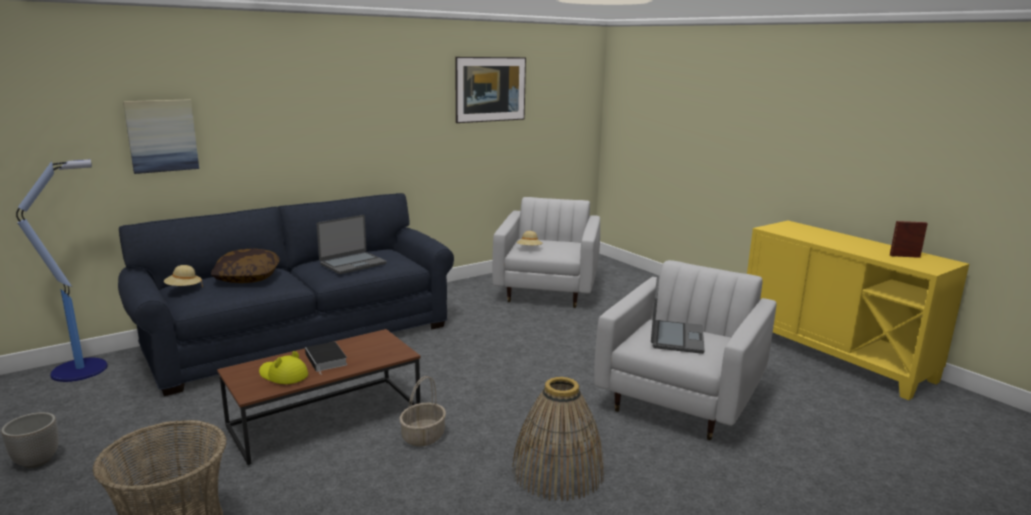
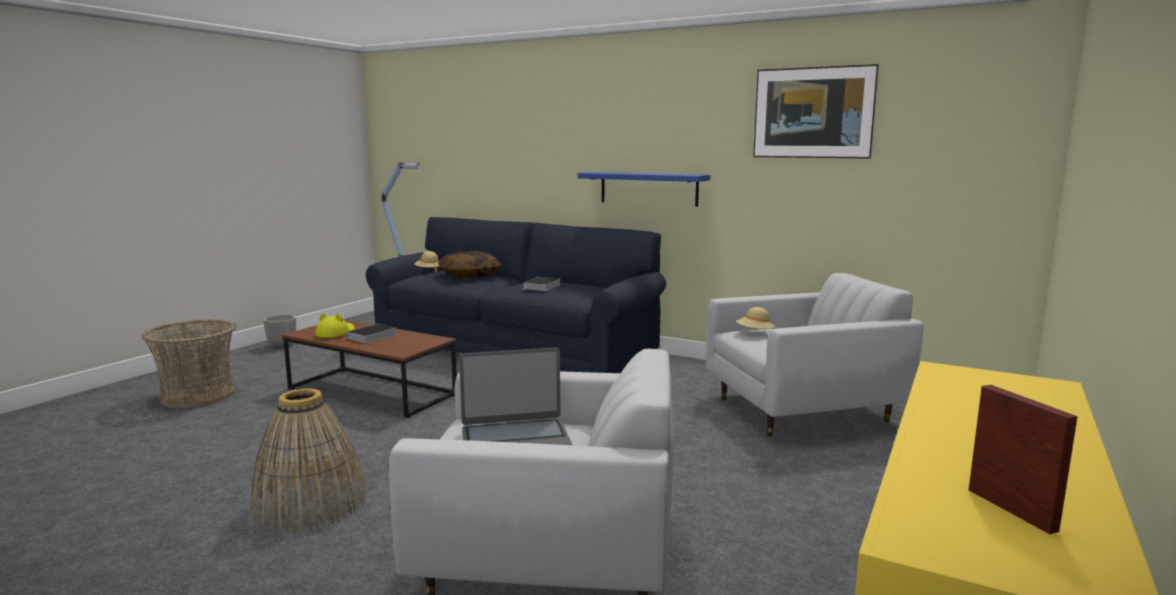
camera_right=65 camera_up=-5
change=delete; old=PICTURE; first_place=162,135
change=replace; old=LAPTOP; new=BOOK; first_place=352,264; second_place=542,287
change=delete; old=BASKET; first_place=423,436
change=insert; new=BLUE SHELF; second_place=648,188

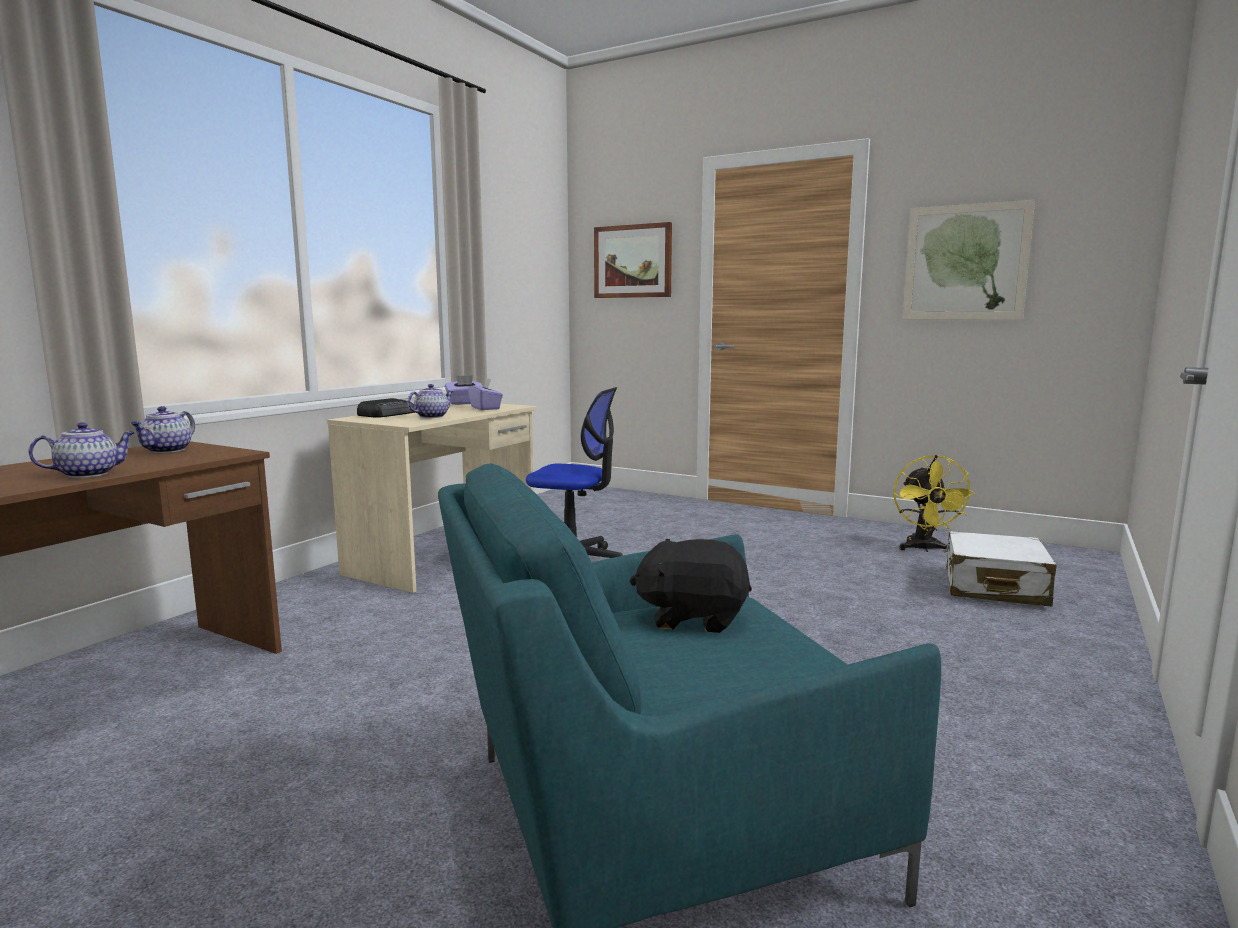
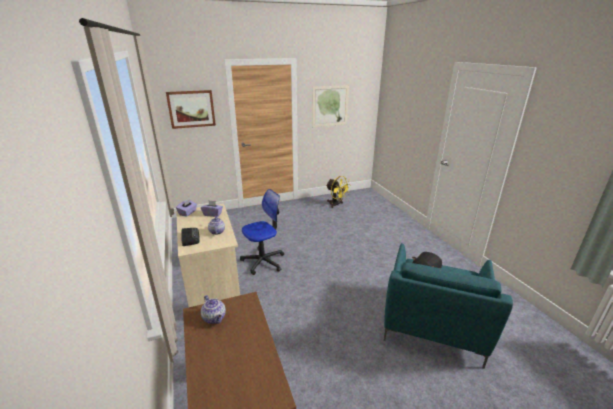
camera_right=-50 camera_up=15
change=delete; old=TEAPOT; first_place=89,474
change=delete; old=WHITE SUITCASE; first_place=994,587

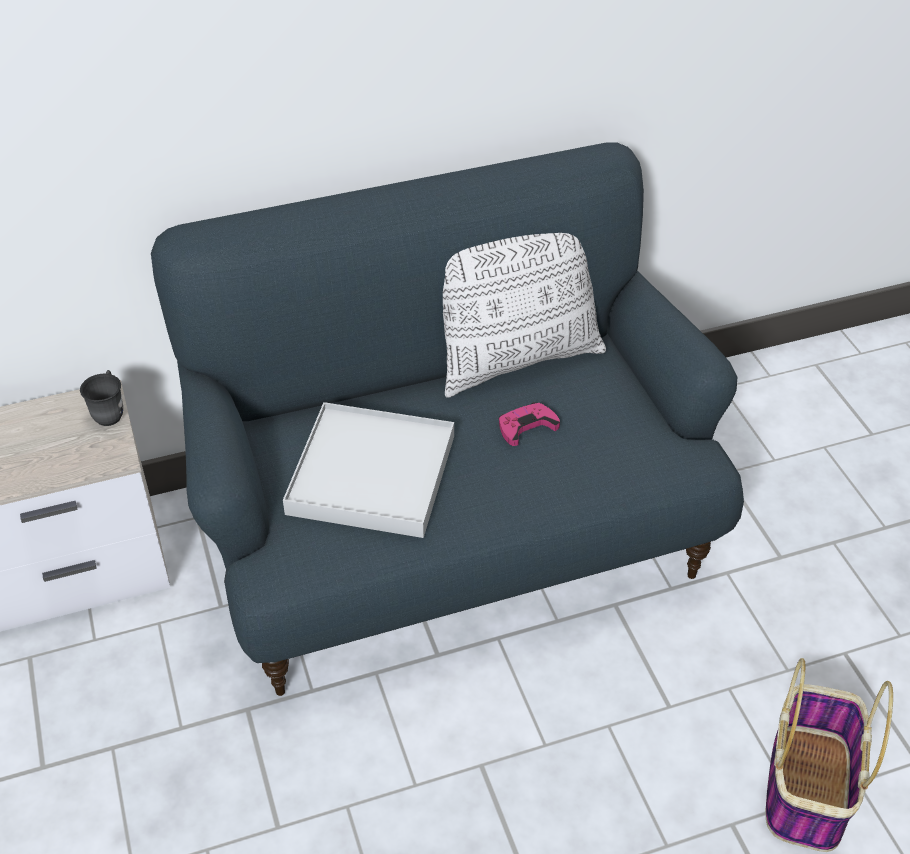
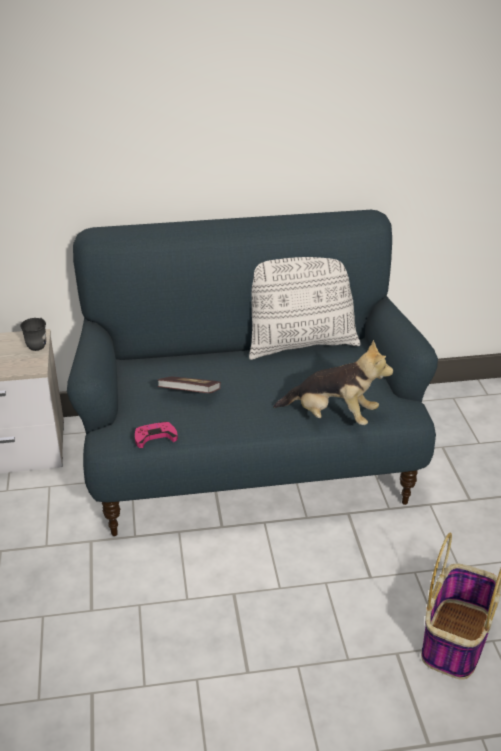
camera_right=10 camera_up=-10
change=replace; old=WHITE TRAY; new=BOOK; first_place=372,475; second_place=189,394
change=move; old=PINK GAME CONTROLLER; first_place=526,426; second_place=155,437
change=insert; new=PLUSH TOY; second_place=332,416

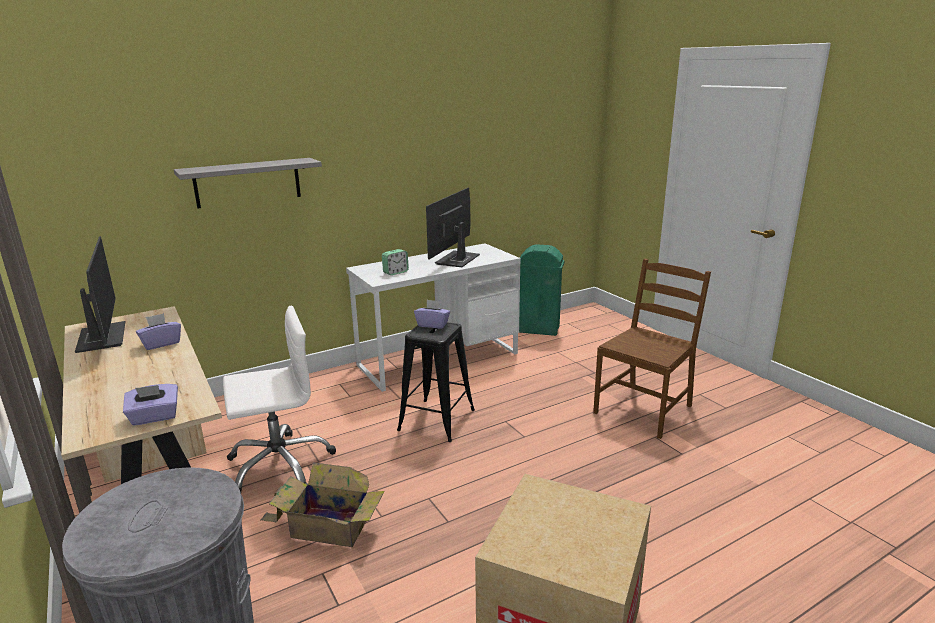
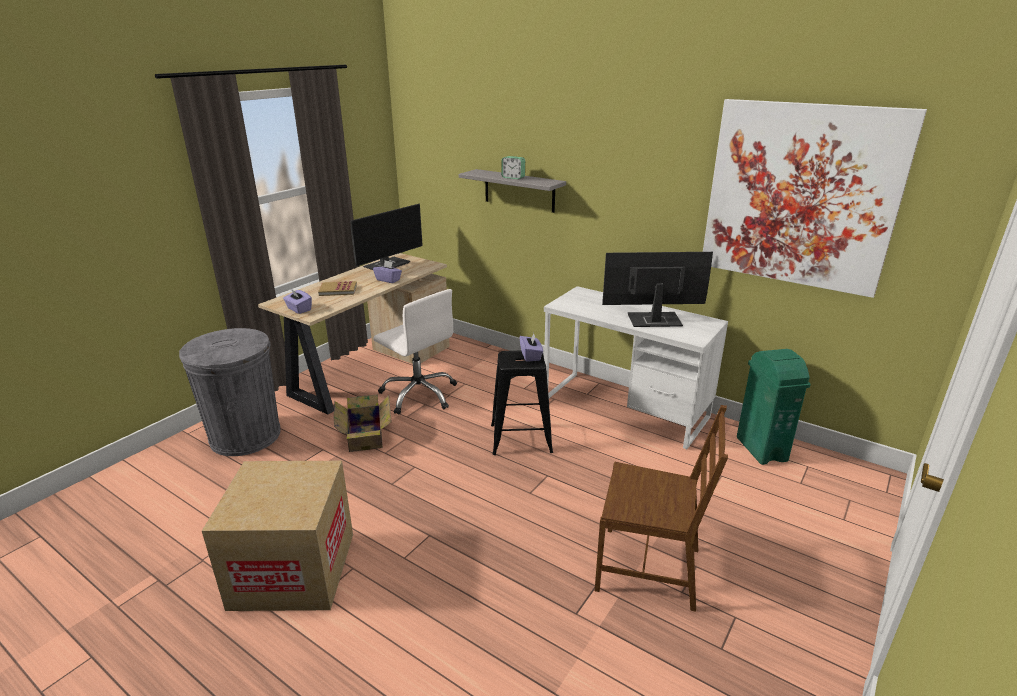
camera_right=65 camera_up=5
change=move; old=ALARM CLOCK; first_place=395,272; second_place=513,177
change=insert; new=BOOK; second_place=338,290
change=insert; new=PICTURE; second_place=800,196

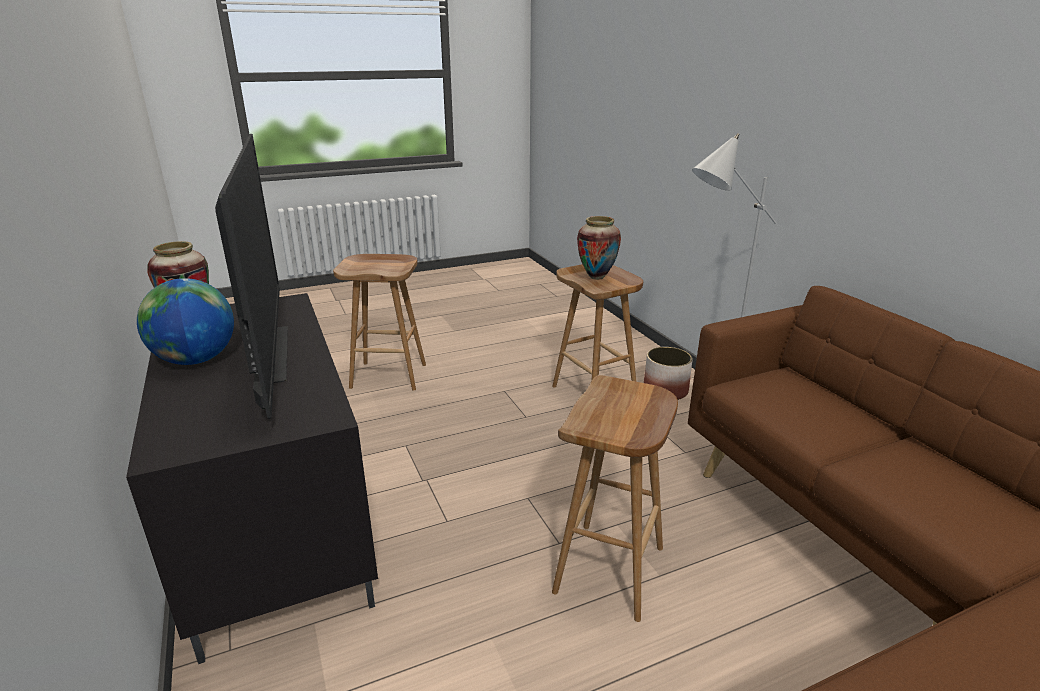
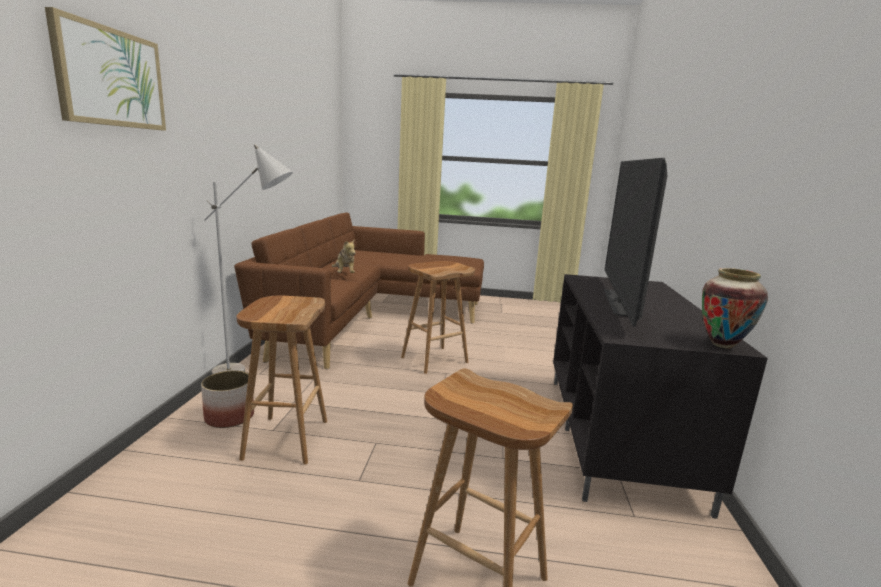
camera_right=-150 camera_up=-10
change=delete; old=GLOBE; first_place=196,360
change=delete; old=VASE; first_place=596,277
change=insert; new=PICTURE; second_place=111,78
change=insert; new=PLUSH TOY; second_place=344,274

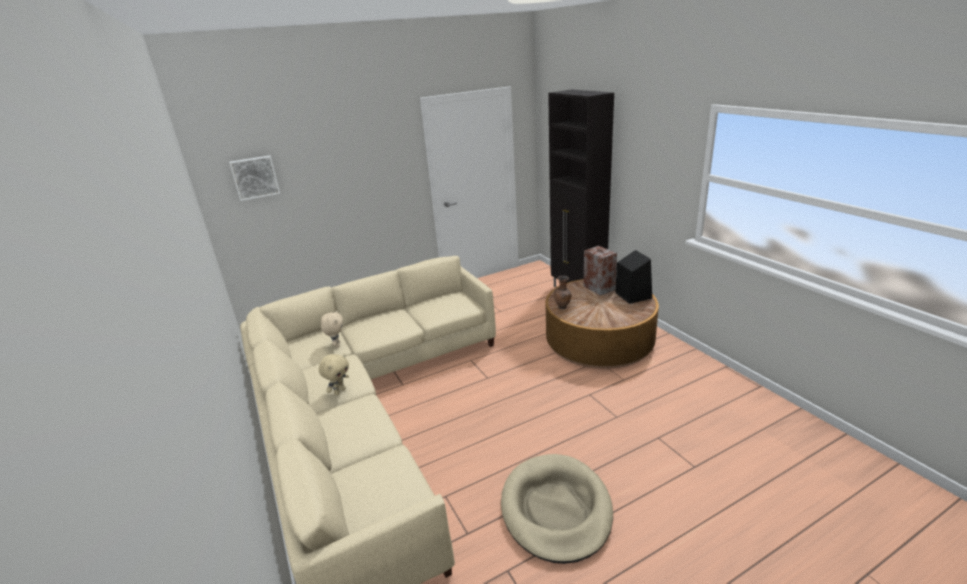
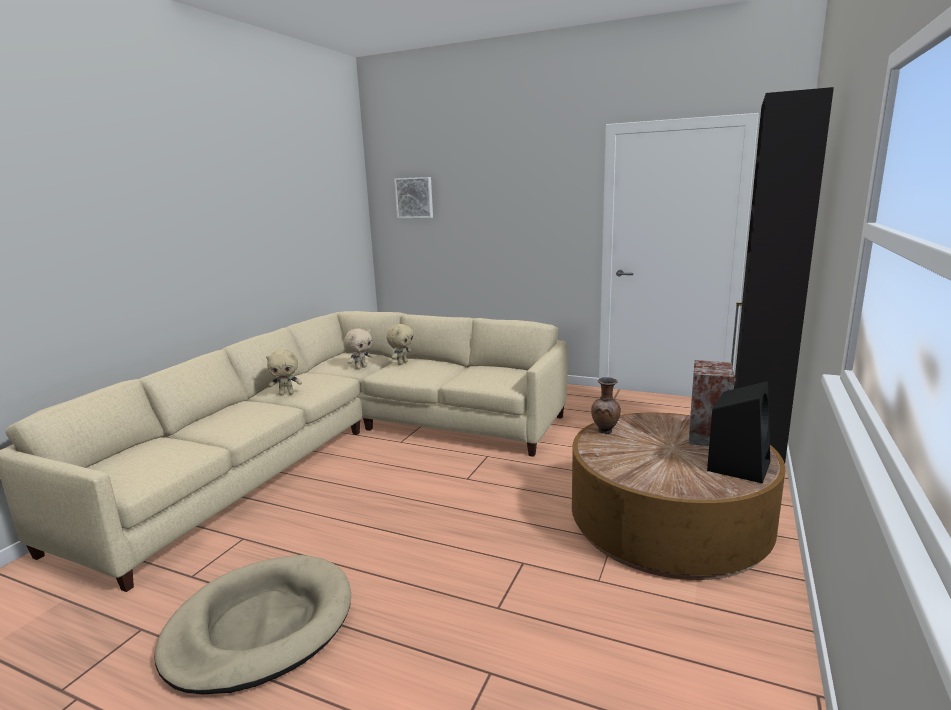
camera_right=50 camera_up=-10
change=insert; new=BEIGE PLUSH TOY; second_place=402,363

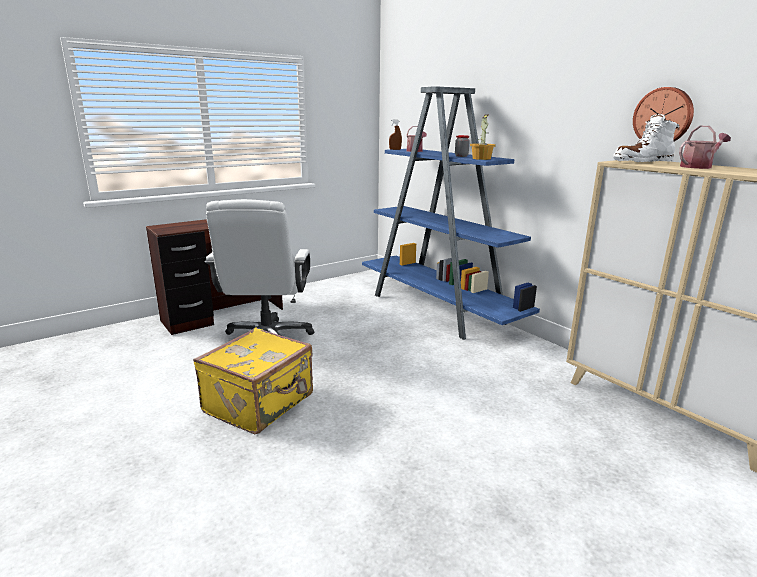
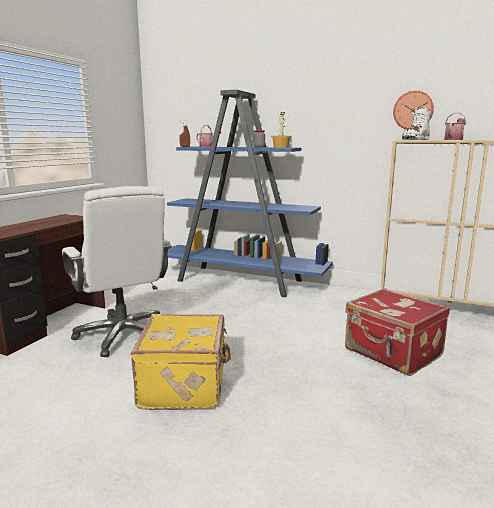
camera_right=-30 camera_up=-5
change=insert; new=RED SUITCASE; second_place=392,353

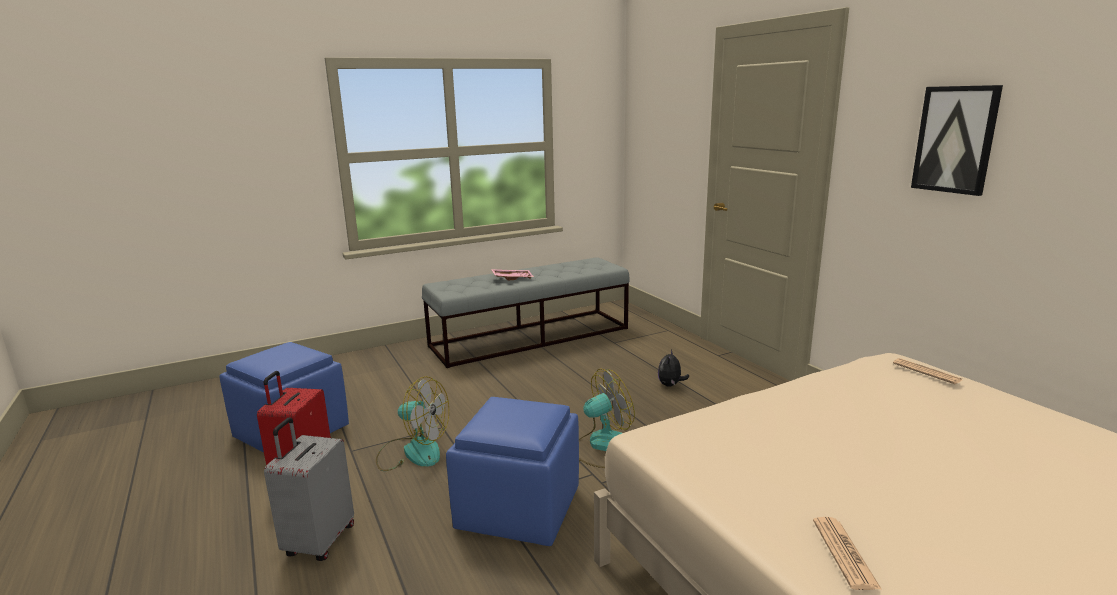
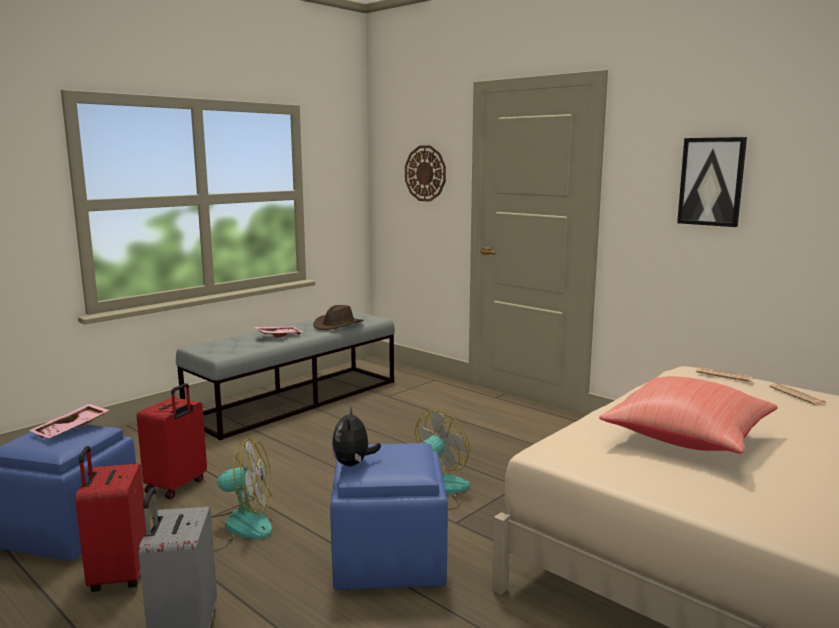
camera_right=-20 camera_up=-5
change=move; old=PLUSH TOY; first_place=670,385; second_place=353,464
change=move; old=NEWSPAPER; first_place=844,553; second_place=797,395
change=insert; new=PINK TRAY; second_place=72,429
change=insert; new=RED SUITCASE; second_place=177,486
change=insert; new=BROWN HAT; second_place=338,325
change=insert; new=WALL CLOCK; second_place=425,173
change=insert; new=RED PILLOW; second_place=688,439

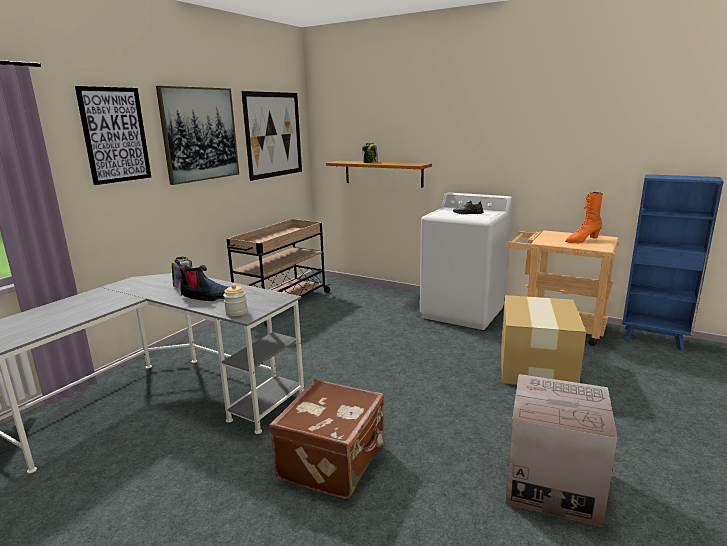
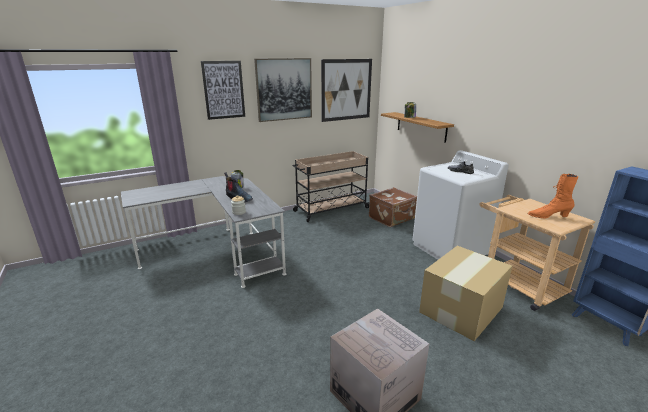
camera_right=30 camera_up=5
change=move; old=BROWN SUITCASE; first_place=334,461; second_place=392,218

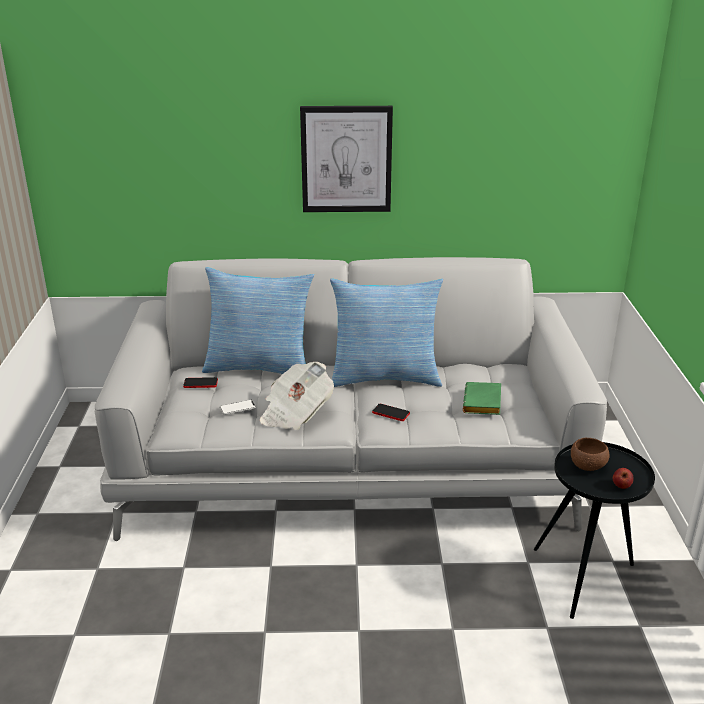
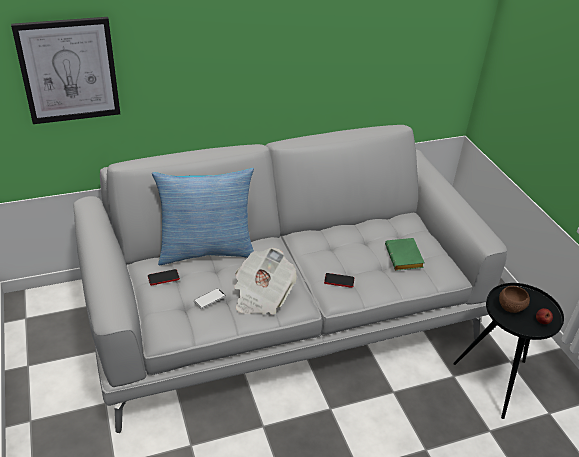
camera_right=-20 camera_up=10
change=move; old=PICTURE; first_place=346,159; second_place=69,71
change=delete; old=PILLOW; first_place=384,377

